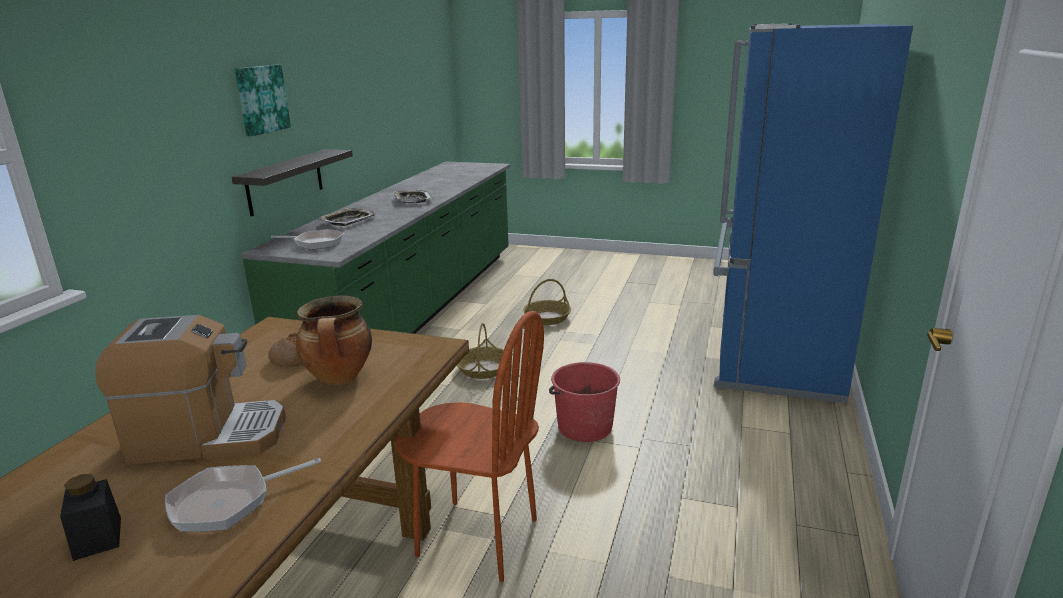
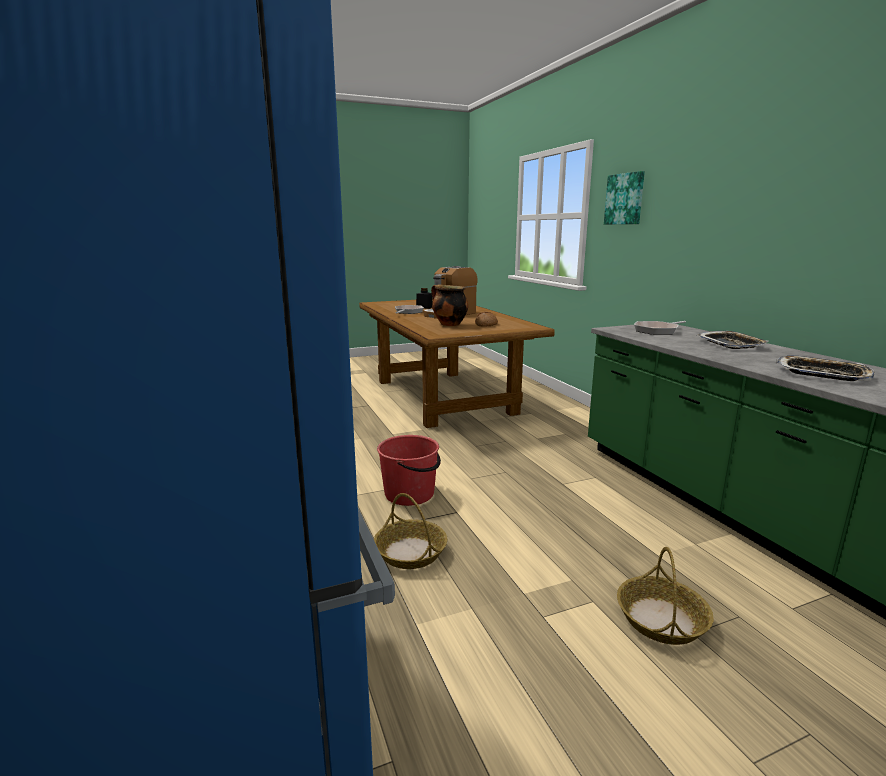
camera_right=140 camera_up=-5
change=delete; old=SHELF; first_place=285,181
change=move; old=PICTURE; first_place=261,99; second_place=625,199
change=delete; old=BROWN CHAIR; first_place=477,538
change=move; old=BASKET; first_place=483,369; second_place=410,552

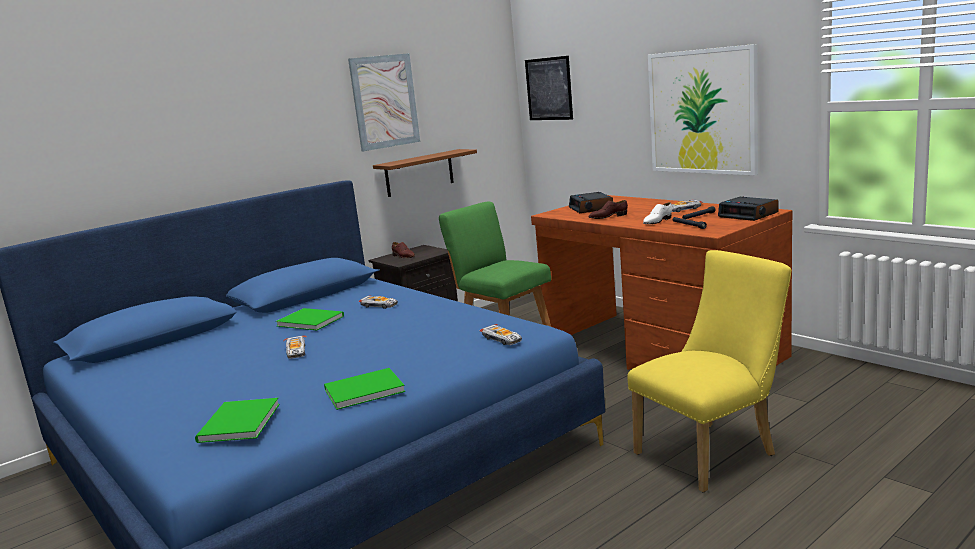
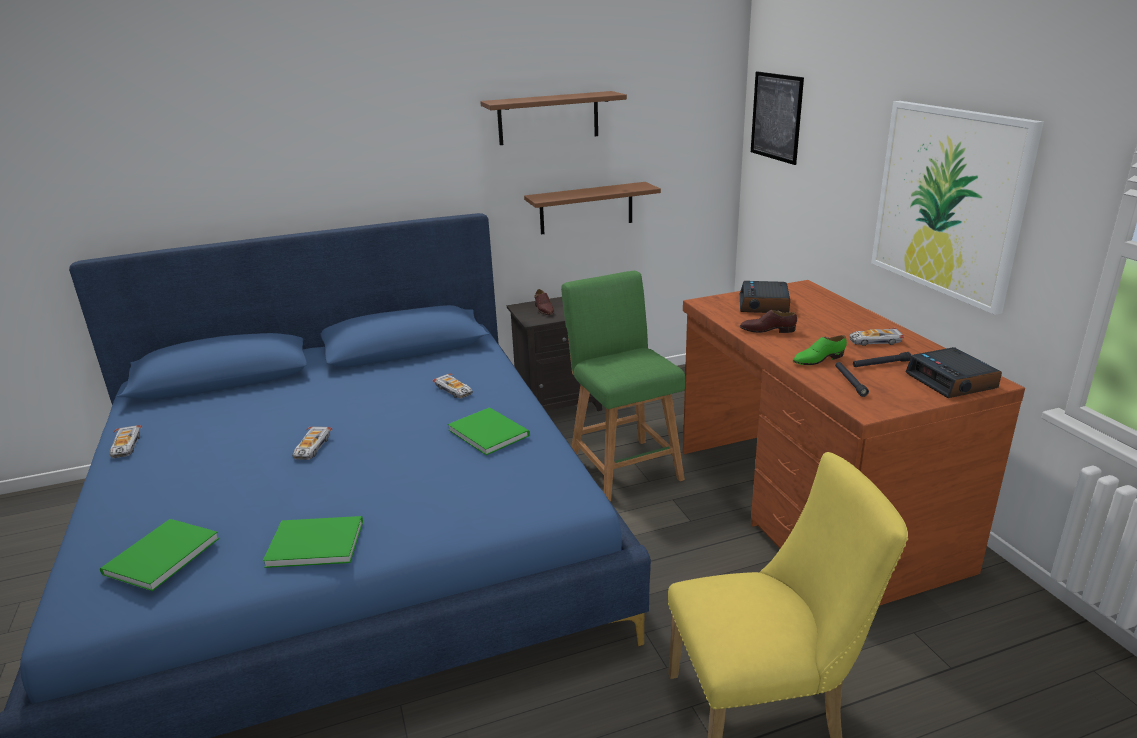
camera_right=20 camera_up=10
change=move; old=GREEN BOOK; first_place=310,320; second_place=488,431
change=replace; old=PICTURE; new=BROWN SHELF; first_place=384,101; second_place=548,118
change=move; old=TOY CAR; first_place=502,339; second_place=126,446
change=recolor; old=WHITE SHOE; new=GREEN SHOE; first_place=657,221; second_place=818,359

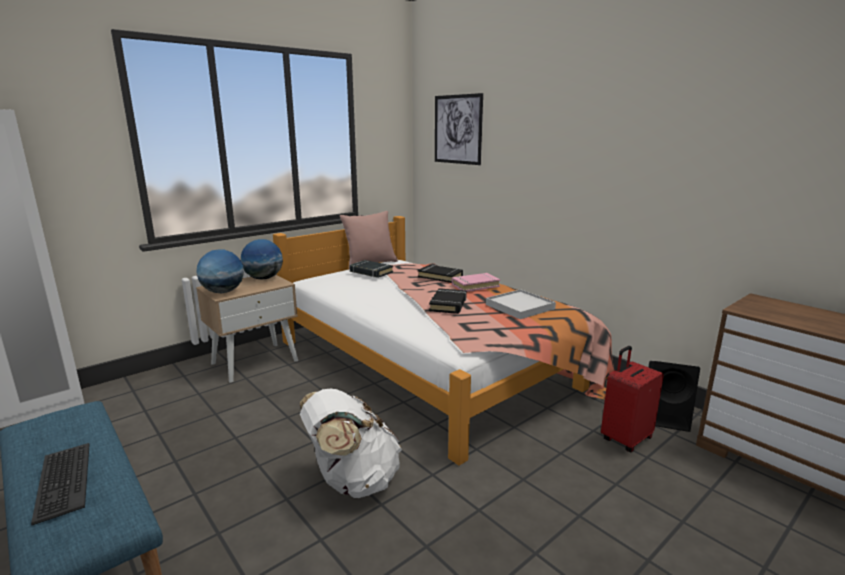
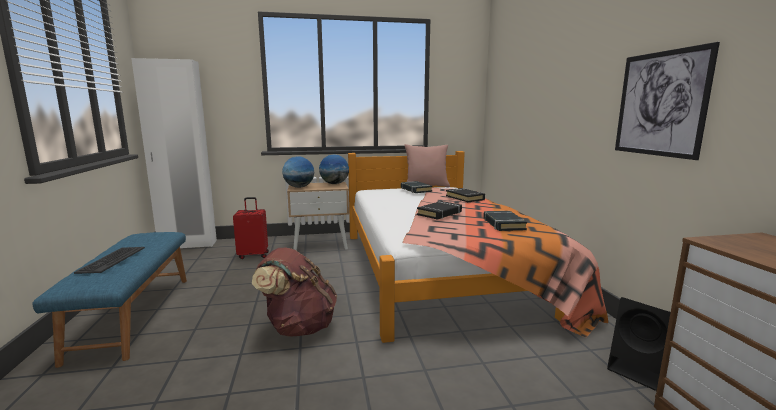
camera_right=30 camera_up=-5
change=recolor; old=WHITE BACKPACK; new=BROWN BACKPACK; first_place=352,481; second_place=298,327
change=move; old=PICTURE; first_place=457,129; second_place=660,104
change=delete; old=PINK BOOK; first_place=475,285
change=replace; old=WHITE TRAY; new=BLACK BOOK; first_place=520,307; second_place=503,224
change=move; old=RED SUITCASE; first_place=625,438; second_place=253,255

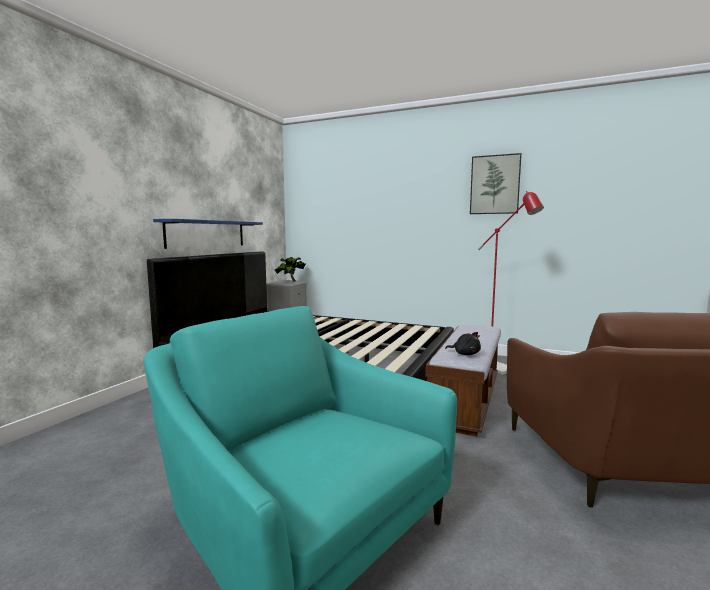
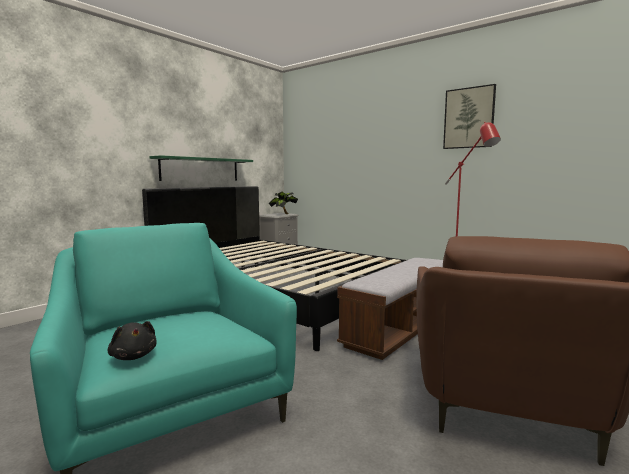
camera_right=15 camera_up=0
change=recolor; old=BLUE SHELF; new=GREEN SHELF; first_place=207,234; second_place=200,169
change=move; old=BLACK PLUSH TOY; first_place=465,354; second_place=133,356

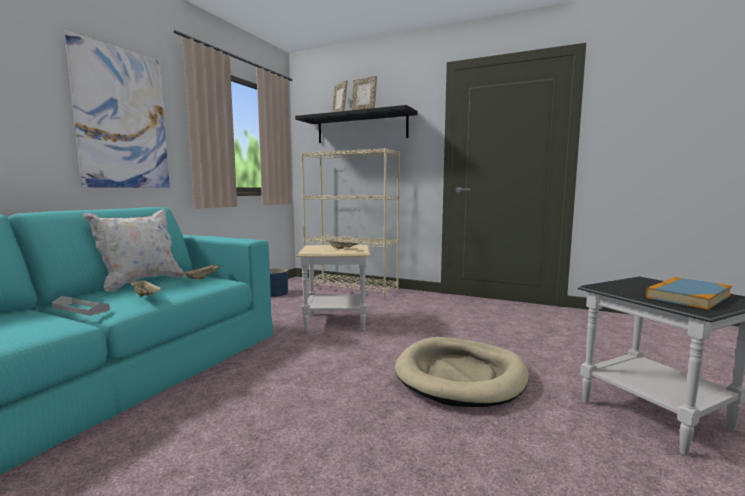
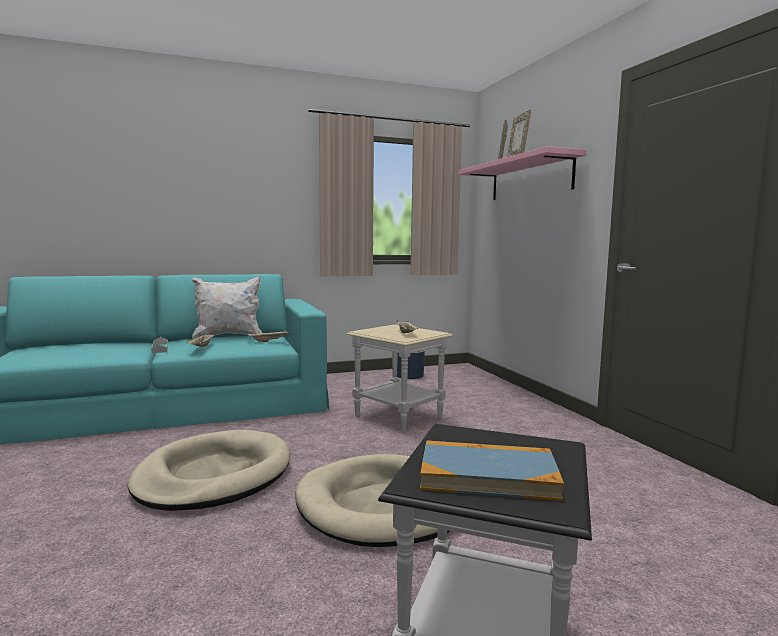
camera_right=45 camera_up=0
change=delete; old=PICTURE; first_place=123,119
change=recolor; old=BLACK SHELF; new=PINK SHELF; first_place=361,128; second_place=530,179
change=delete; old=BEIGE BOOKCASE; first_place=352,288
change=insert; new=BEIGE DOG BED; second_place=213,475

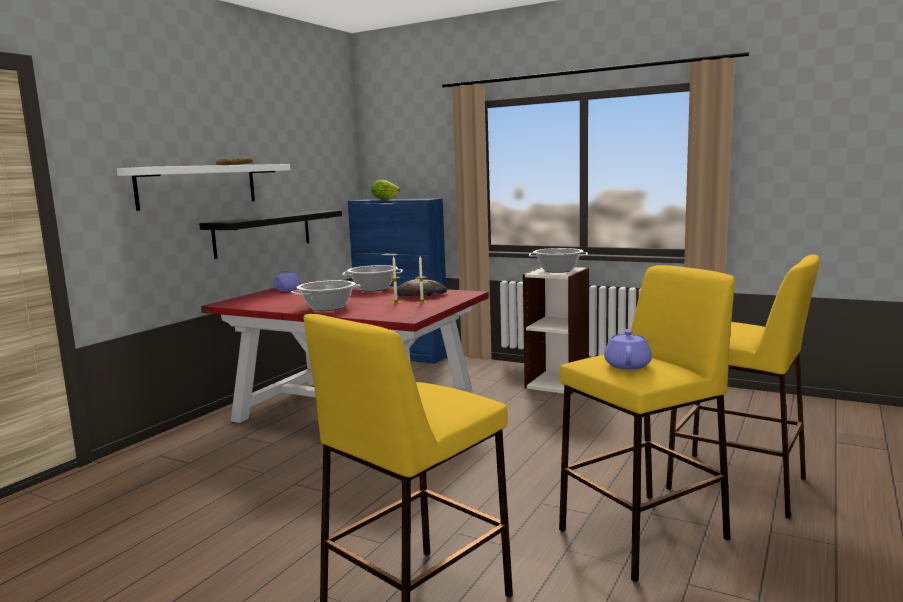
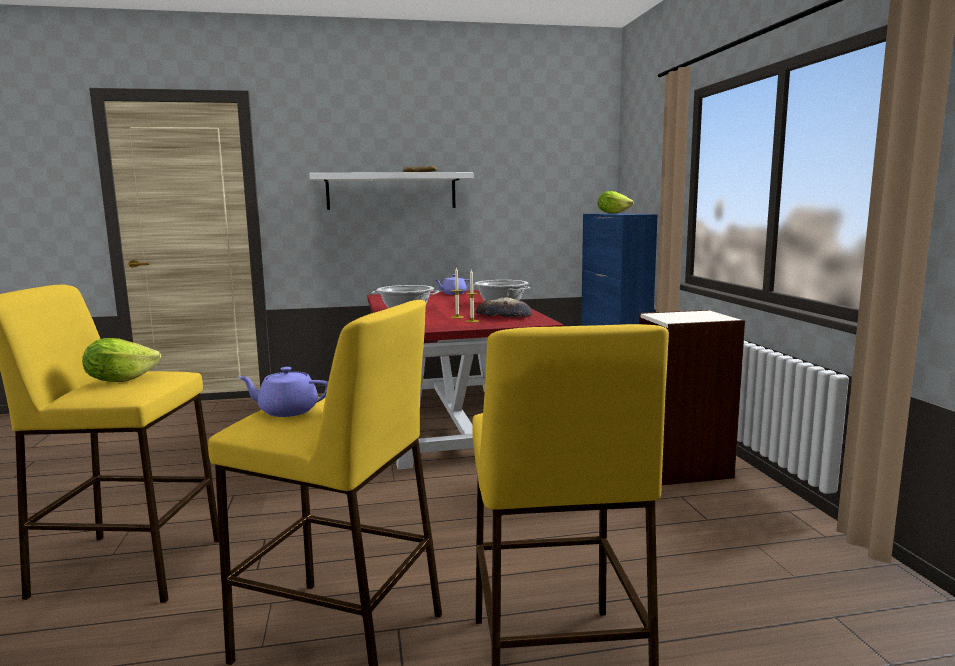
camera_right=50 camera_up=0
change=delete; old=BLACK SHELF; first_place=263,233
change=delete; old=COOKING POT; first_place=558,270
change=rotate; old=PURPLE TEAPOT; first_place=627,365; second_place=287,411; degrees=-150
change=insert; new=LETTUCE; second_place=120,380

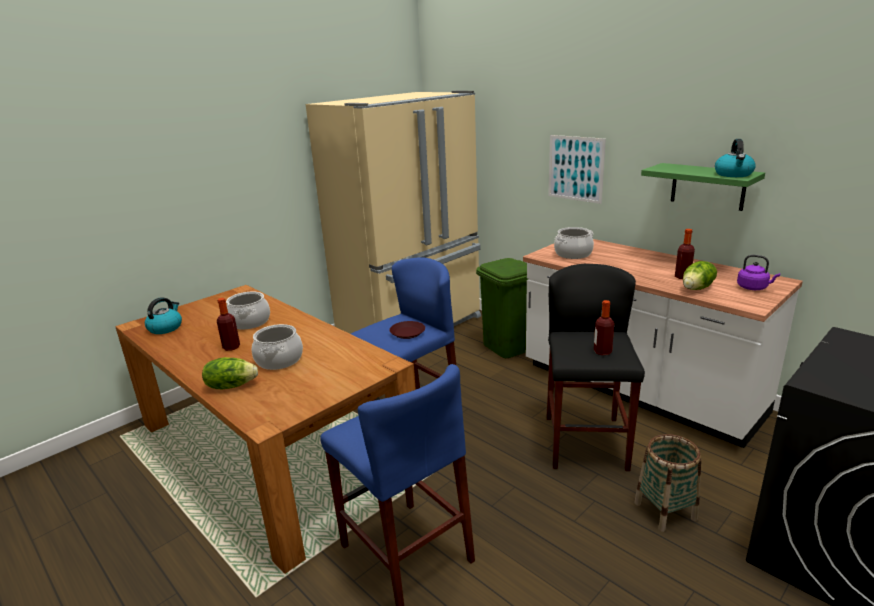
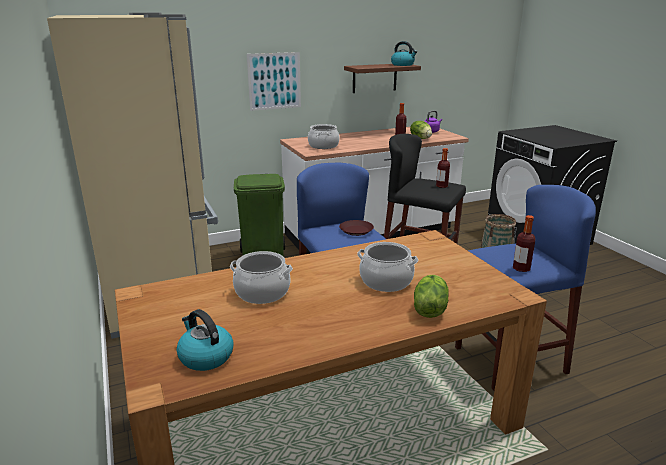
camera_right=-70 camera_up=0
change=move; old=BOTTLE; first_place=231,347; second_place=521,268
change=recolor; old=GREEN SHELF; new=BROWN SHELF; first_place=708,186; second_place=374,78

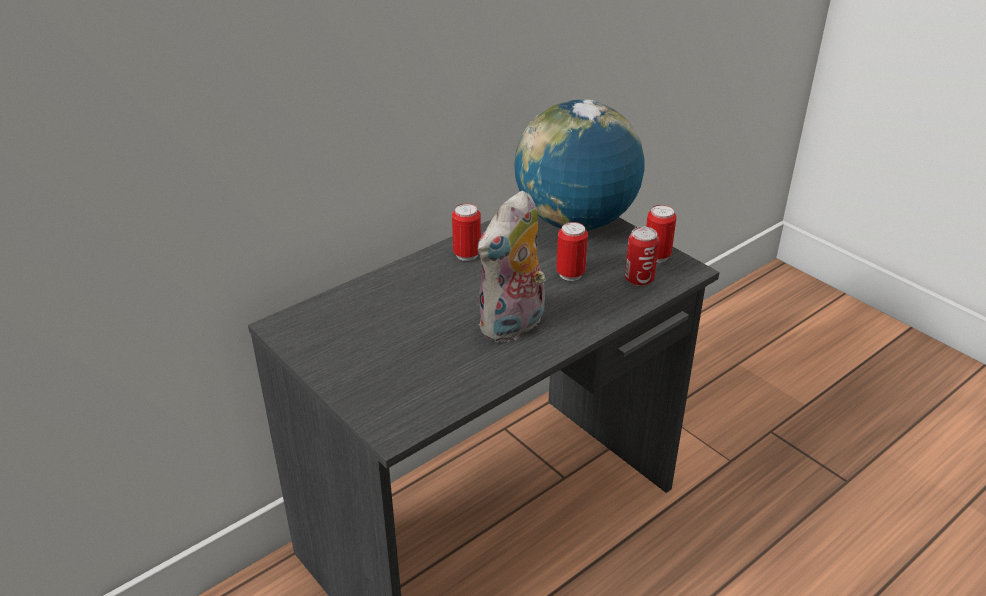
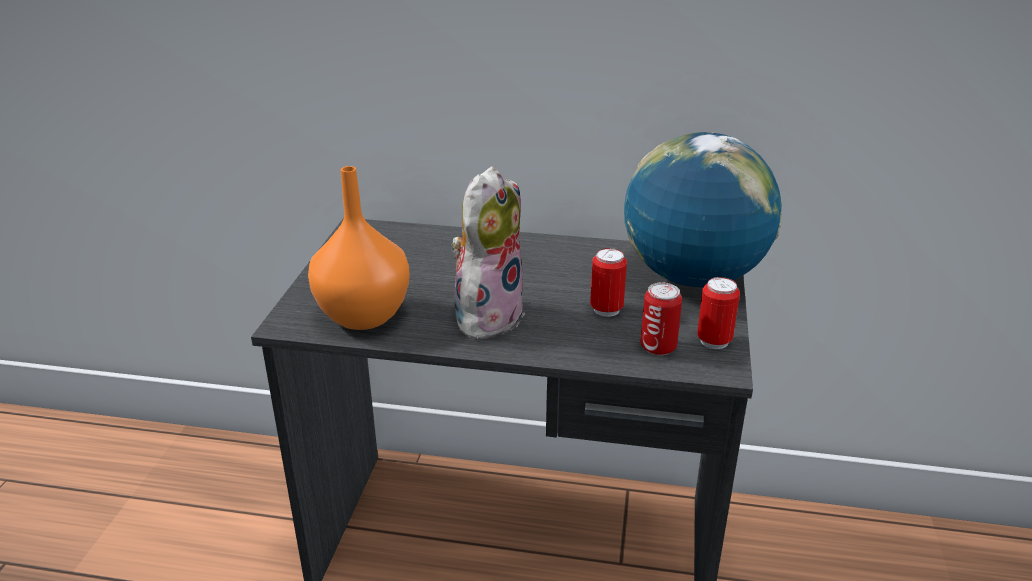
camera_right=50 camera_up=-5
change=delete; old=CAN; first_place=467,254
change=rotate; old=PLUSH TOY; first_place=513,326; second_place=487,315; degrees=120
change=insert; new=ORANGE VASE; second_place=362,316

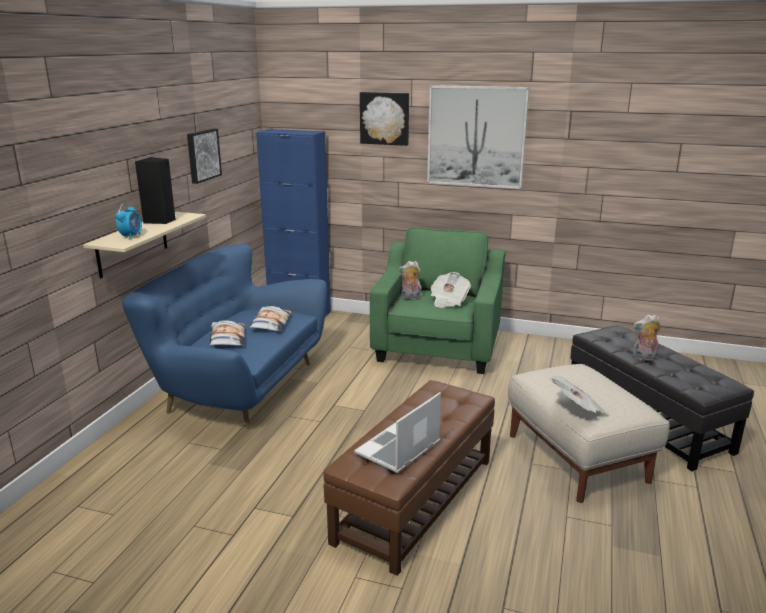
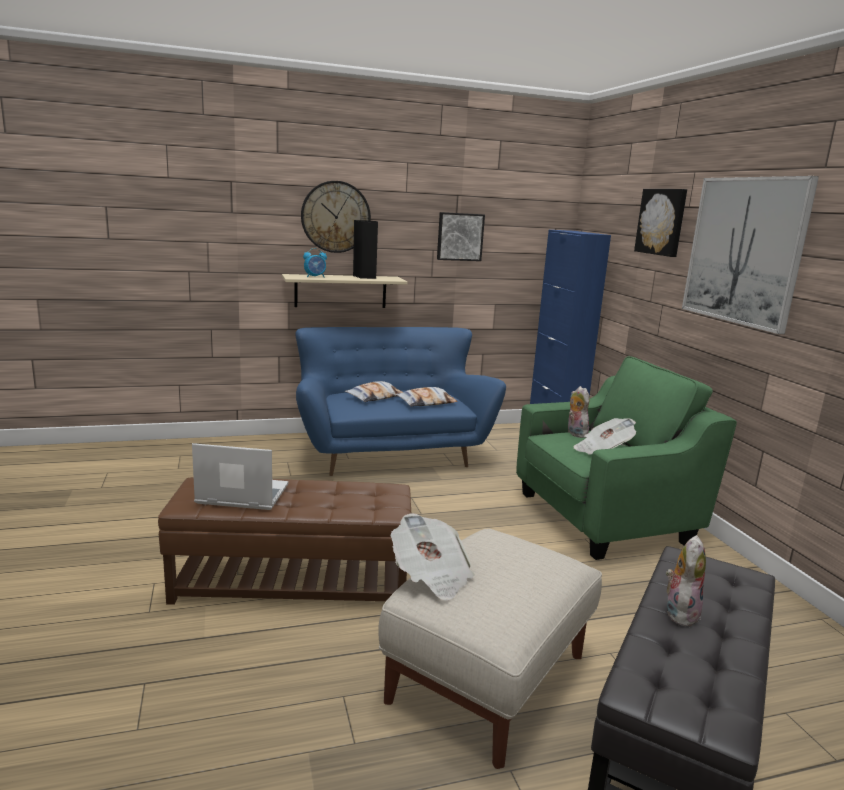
camera_right=55 camera_up=-5
change=rotate; old=PLUSH TOY; first_place=644,358; second_place=679,612; degrees=60
change=insert; new=WALL CLOCK; second_place=335,217

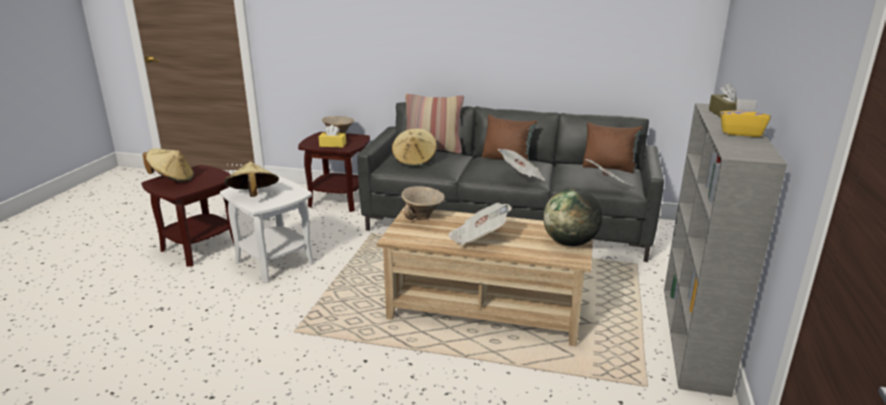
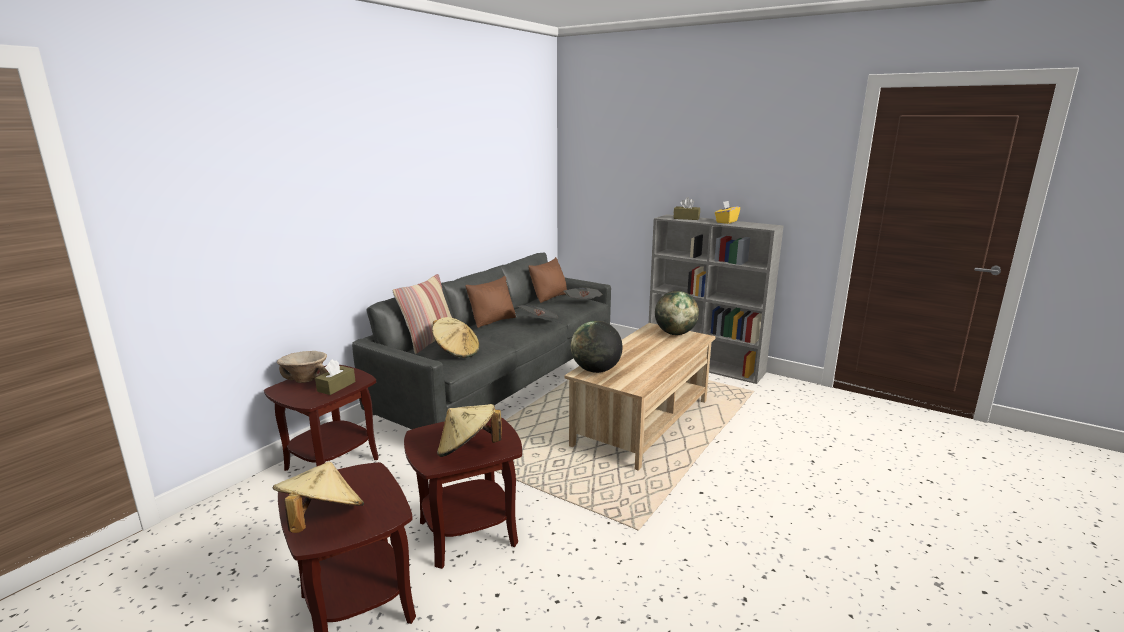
camera_right=-70 camera_up=-5
change=recolor; old=WHITE SIDE TABLE; new=BROWN SIDE TABLE; first_place=274,262; second_place=468,533
change=recolor; old=YELLOW TISSUE BOX; new=BROWN TISSUE BOX; first_place=332,145; second_place=336,386
change=replace; old=BEIGE BOWL; new=GLOBE; first_place=423,217; second_place=596,370
change=delete; old=NEWSPAPER; first_place=478,238

